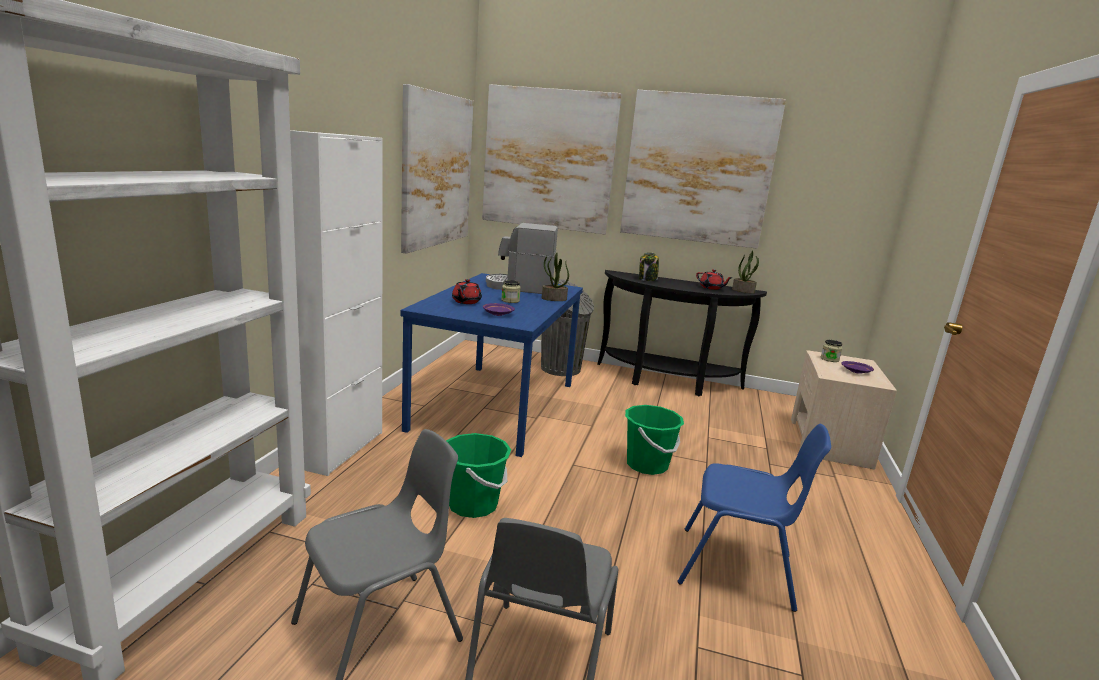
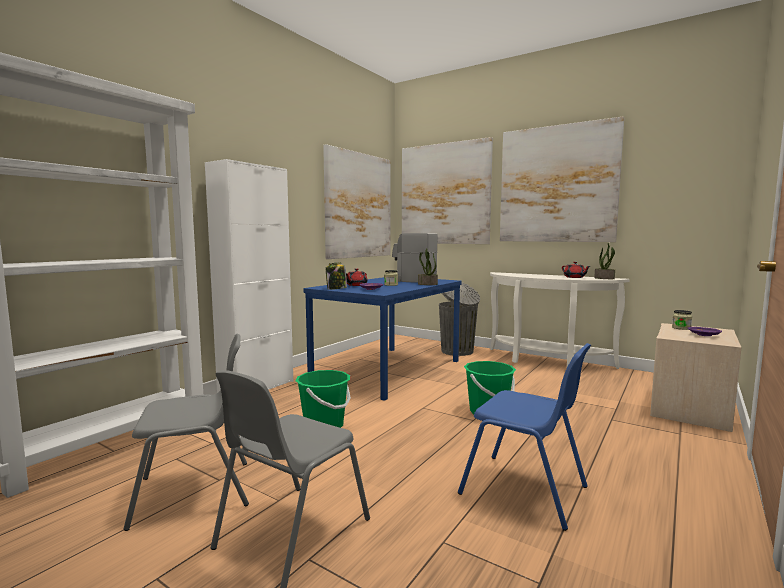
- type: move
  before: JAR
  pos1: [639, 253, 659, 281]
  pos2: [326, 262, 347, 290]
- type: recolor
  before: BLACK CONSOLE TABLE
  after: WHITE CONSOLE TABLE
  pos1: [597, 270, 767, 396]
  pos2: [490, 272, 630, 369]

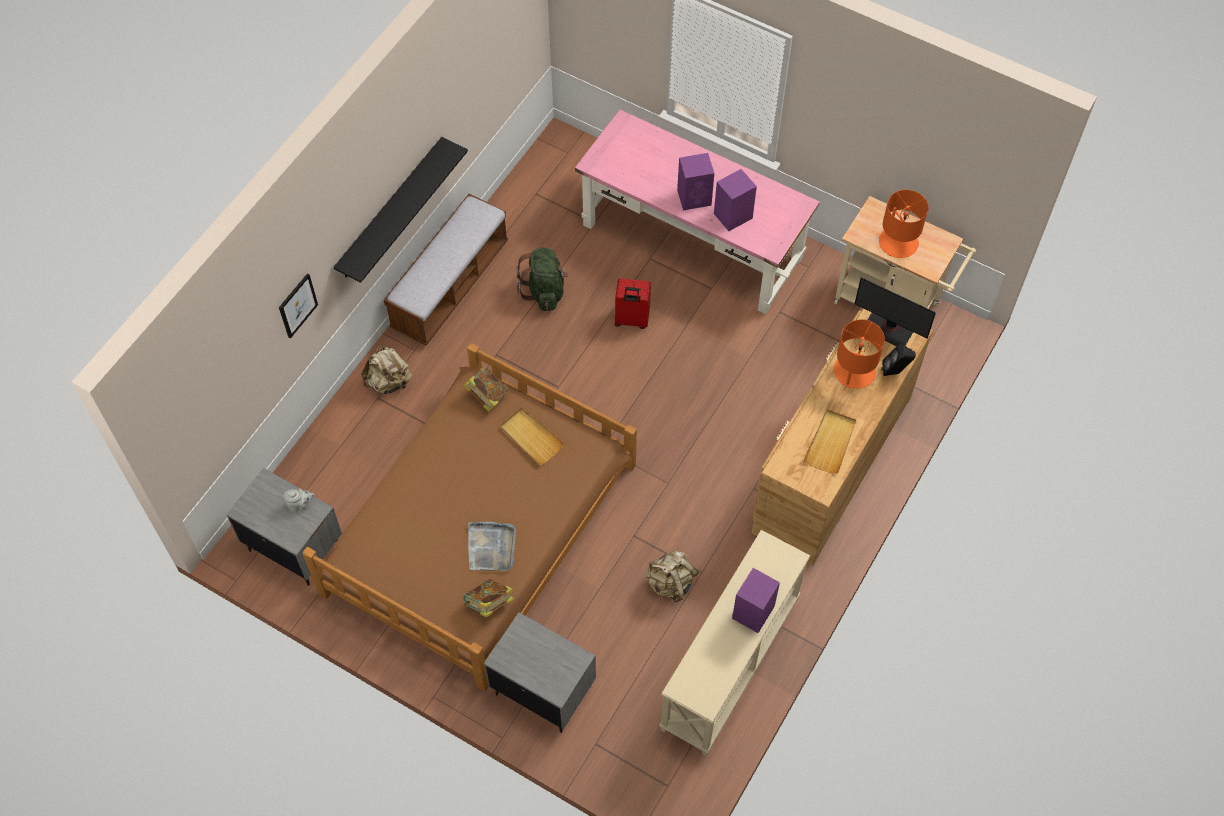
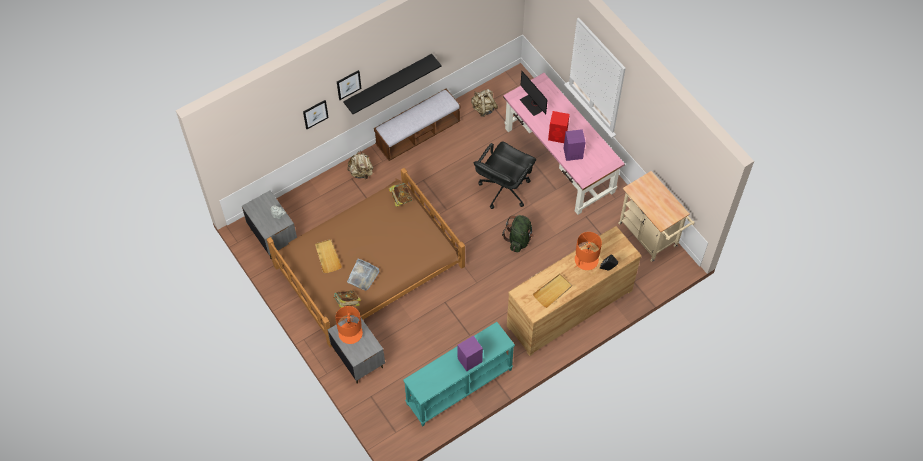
- type: insert
  after: PICTURE
  pos2: [337, 70, 361, 100]
- type: move
  before: BEIGE TRAY
  pos1: [500, 407, 565, 465]
  pos2: [315, 239, 342, 273]
- type: move
  before: GREEN BACKPACK
  pos1: [516, 248, 569, 311]
  pos2: [502, 215, 534, 252]
- type: move
  before: BEIGE BACKPACK
  pos1: [645, 551, 699, 602]
  pos2: [471, 89, 498, 117]
- type: move
  before: MONITOR
  pos1: [855, 277, 936, 346]
  pos2: [520, 71, 547, 116]
- type: move
  before: ORANGE TABLE LAMP
  pos1: [879, 190, 928, 258]
  pos2: [335, 306, 363, 344]
- type: replace
  before: RED SUITCASE
  after: BLACK OFFICE CHAIR
  pos1: [615, 278, 651, 329]
  pos2: [474, 141, 536, 209]
- type: recolor
  before: BEIGE CONSOLE TABLE
  after: TURQUOISE CONSOLE TABLE
  pos1: [659, 530, 810, 756]
  pos2: [403, 322, 515, 427]
- type: recolor
  before: PURPLE SPEAKER
  after: RED SPEAKER
  pos1: [677, 153, 714, 210]
  pos2: [548, 111, 570, 143]

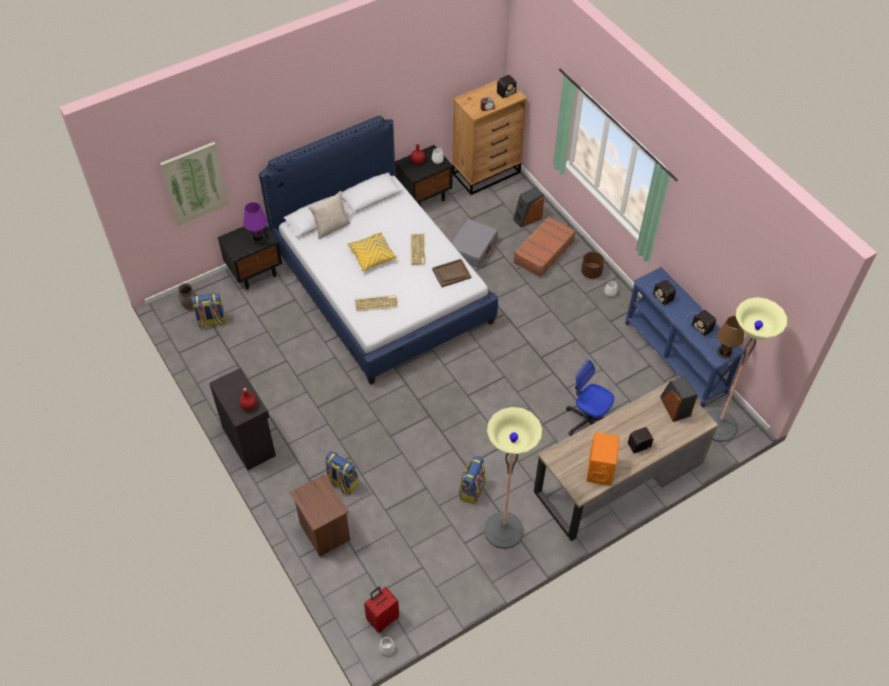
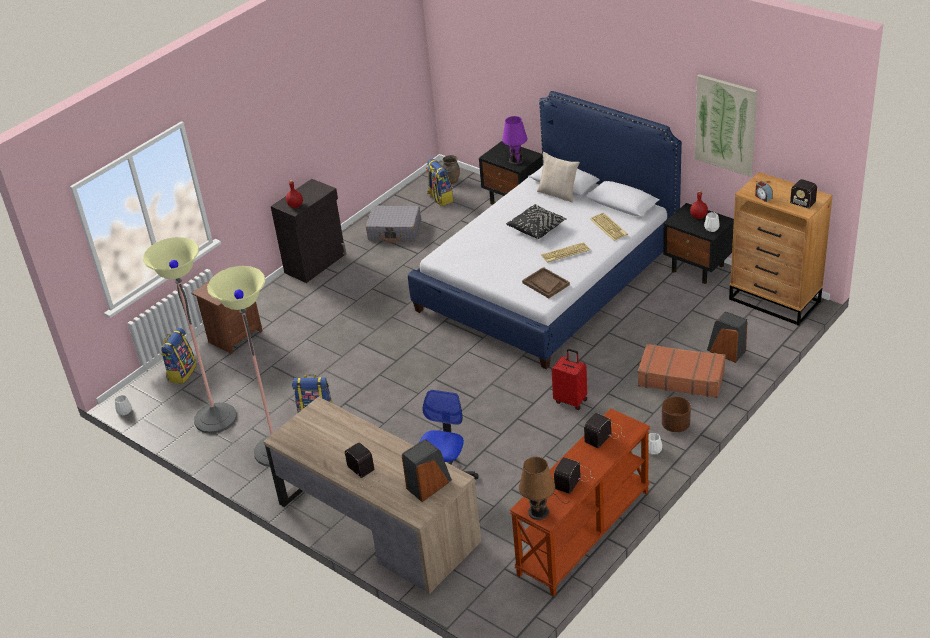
- type: delete
  before: ORANGE SPEAKER
  pos1: [587, 432, 619, 486]
- type: move
  before: PICTURE
  pos1: [160, 142, 229, 226]
  pos2: [695, 74, 757, 177]
- type: move
  before: BACKPACK
  pos1: [325, 451, 359, 495]
  pos2: [161, 328, 196, 384]
- type: move
  before: KEYBOARD
  pos1: [355, 295, 398, 312]
  pos2: [590, 212, 628, 241]
- type: move
  before: RED SUITCASE
  pos1: [364, 587, 399, 633]
  pos2: [552, 349, 587, 410]
- type: move
  before: GREY SUITCASE
  pos1: [452, 219, 498, 268]
  pos2: [366, 206, 421, 243]
- type: move
  before: FLOOR LAMP
  pos1: [707, 297, 787, 442]
  pos2: [143, 237, 237, 434]
- type: recolor
  before: YELLOW PILLOW
  after: BLACK PILLOW
  pos1: [347, 232, 397, 271]
  pos2: [506, 204, 567, 239]
- type: recolor
  before: BLUE CONSOLE TABLE
  after: BROWN CONSOLE TABLE
  pos1: [625, 267, 744, 407]
  pos2: [510, 409, 650, 596]

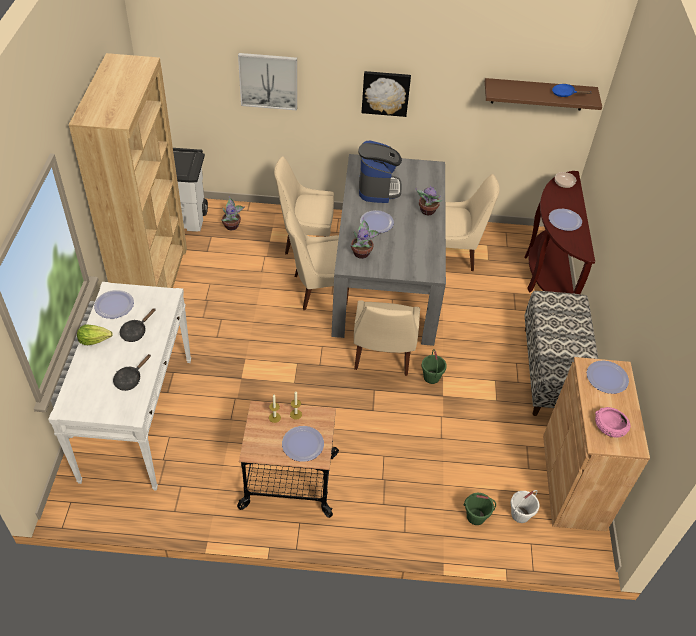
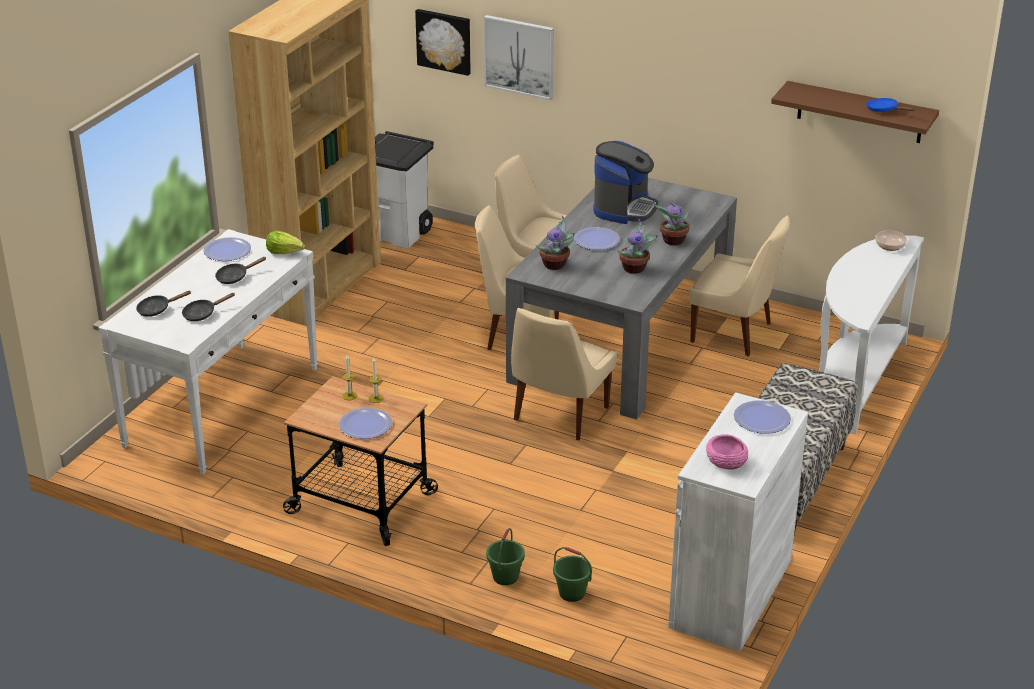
- type: delete
  before: WHITE BUCKET
  pos1: [510, 490, 540, 523]
- type: delete
  before: PLATE
  pos1: [549, 209, 582, 231]
- type: insert
  after: BLACK FRYING PAN
  pos2: [136, 291, 192, 317]
- type: move
  before: LETTUCE
  pos1: [77, 325, 113, 345]
  pos2: [266, 231, 305, 254]
- type: move
  before: POTTED PLANT
  pos1: [222, 196, 245, 230]
  pos2: [617, 219, 657, 274]
- type: move
  before: PICTURE
  pos1: [362, 71, 411, 117]
  pos2: [415, 9, 471, 76]
- type: move
  before: GREEN BUCKET
  pos1: [422, 349, 447, 384]
  pos2: [486, 528, 525, 585]
- type: recolor
  before: BROWN CONSOLE TABLE
  after: WHITE CONSOLE TABLE
  pos1: [524, 171, 595, 294]
  pos2: [819, 235, 924, 434]
- type: recolor
  before: BROWN CABINET
  after: WHITE CABINET
  pos1: [543, 357, 650, 531]
  pos2: [668, 392, 808, 652]

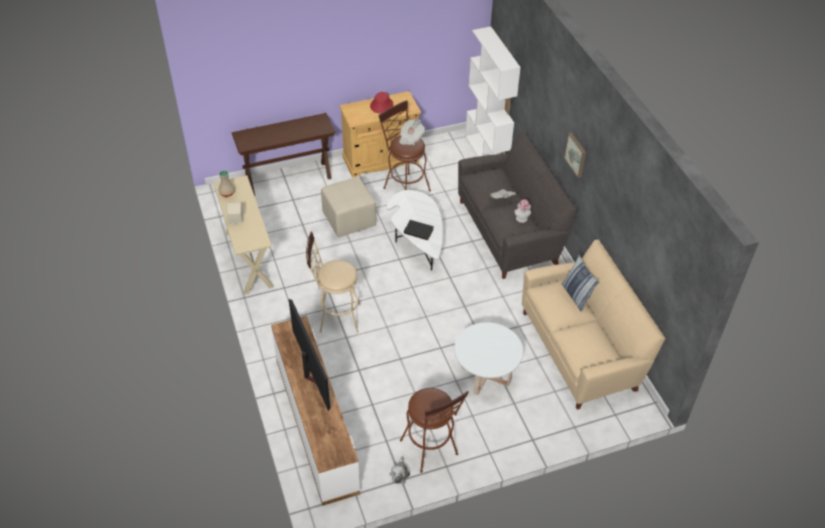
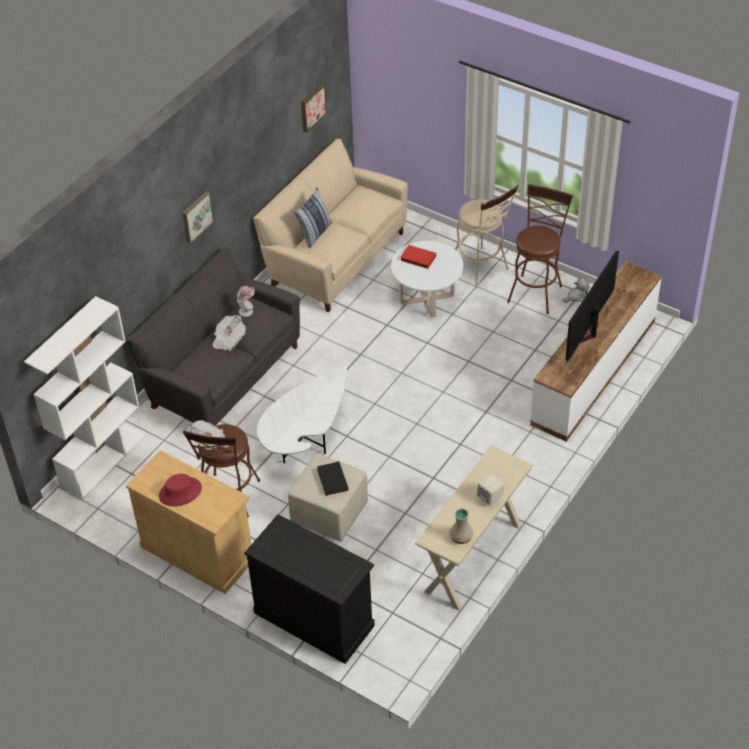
- type: insert
  after: PICTURE
  pos2: [301, 83, 327, 133]
- type: insert
  after: RED BOOK
  pos2: [400, 245, 436, 269]
- type: move
  before: BEIGE STOOL
  pos1: [306, 231, 361, 333]
  pos2: [455, 185, 519, 287]
- type: move
  before: BLACK BOOK
  pos1: [404, 220, 434, 240]
  pos2: [317, 461, 349, 496]
- type: replace
  before: BROWN CONSOLE TABLE
  after: BLACK CABINET
  pos1: [232, 113, 336, 196]
  pos2: [244, 514, 375, 664]

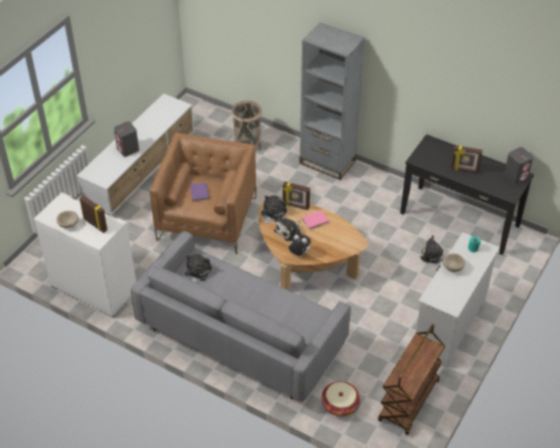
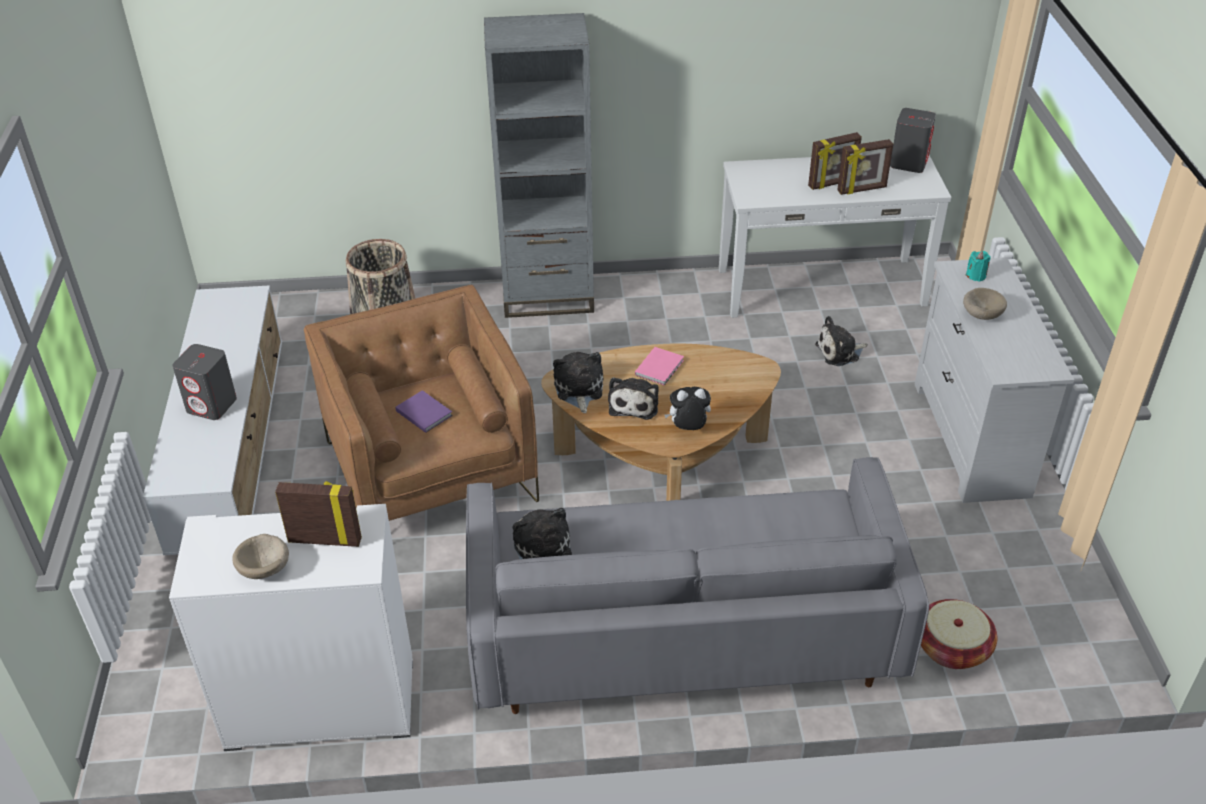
- type: delete
  before: BROWN CART
  pos1: [378, 324, 445, 435]
- type: move
  before: PICTURE FRAME
  pos1: [283, 181, 310, 210]
  pos2: [837, 139, 893, 195]
- type: recolor
  before: BLACK CONSOLE TABLE
  after: WHITE CONSOLE TABLE
  pos1: [400, 134, 534, 255]
  pos2: [719, 156, 951, 318]

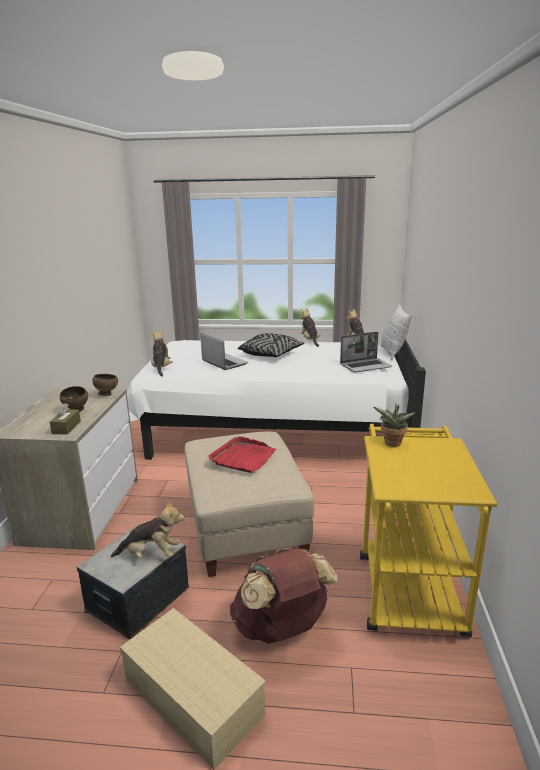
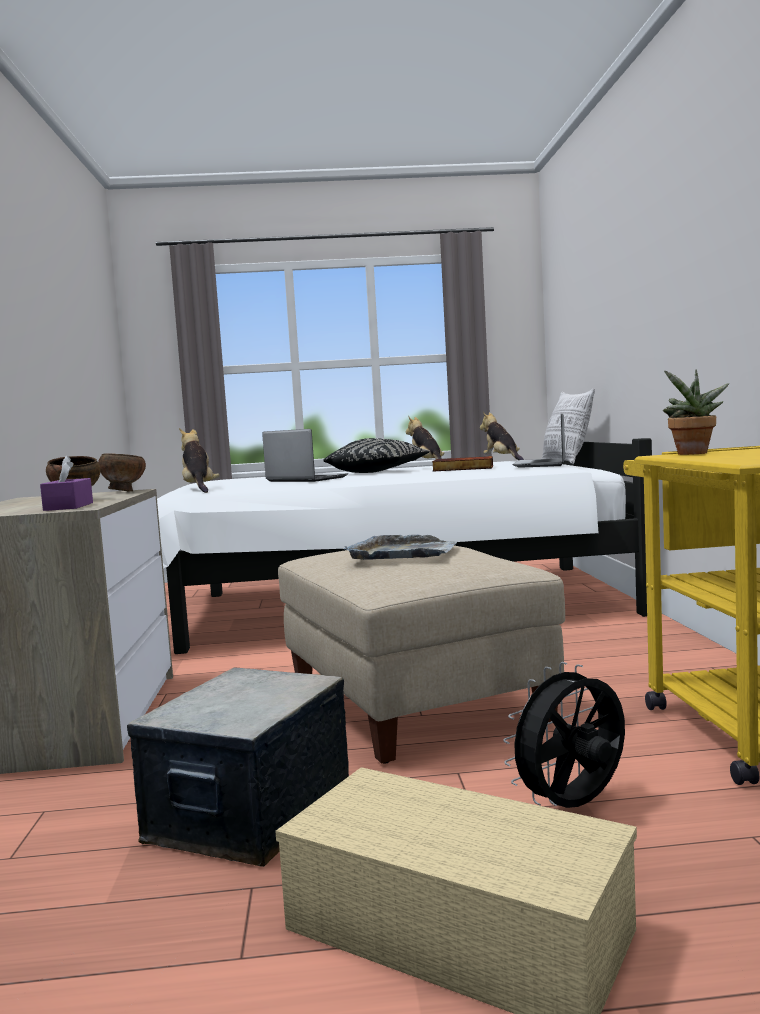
- type: delete
  before: PLUSH TOY
  pos1: [111, 500, 184, 558]
- type: insert
  after: BOOK
  pos2: [432, 456, 493, 472]
- type: replace
  before: BROWN BACKPACK
  after: BLACK FAN
  pos1: [230, 548, 338, 644]
  pos2: [503, 662, 625, 808]
- type: recolor
  before: BROWN TISSUE BOX
  after: PURPLE TISSUE BOX
  pos1: [50, 403, 81, 434]
  pos2: [40, 456, 93, 511]
- type: recolor
  before: RED TRAY
  after: GREY TRAY
  pos1: [208, 436, 276, 473]
  pos2: [344, 534, 457, 560]
- type: rotate
  before: LAPTOP
  pos1: [340, 332, 392, 373]
  pos2: [513, 414, 565, 468]
  turn: 135

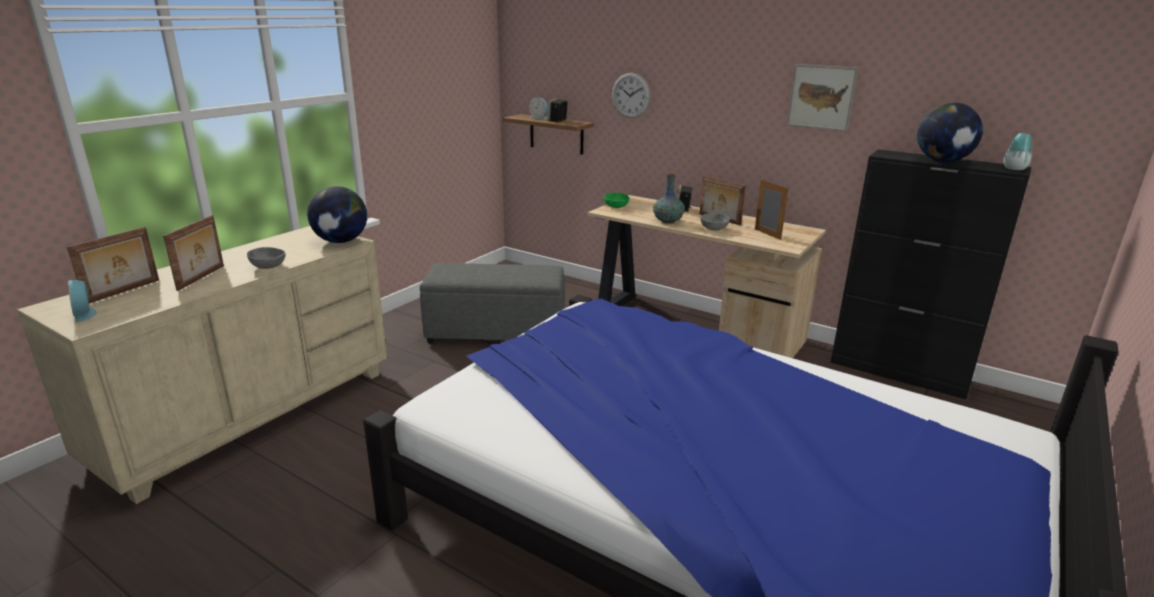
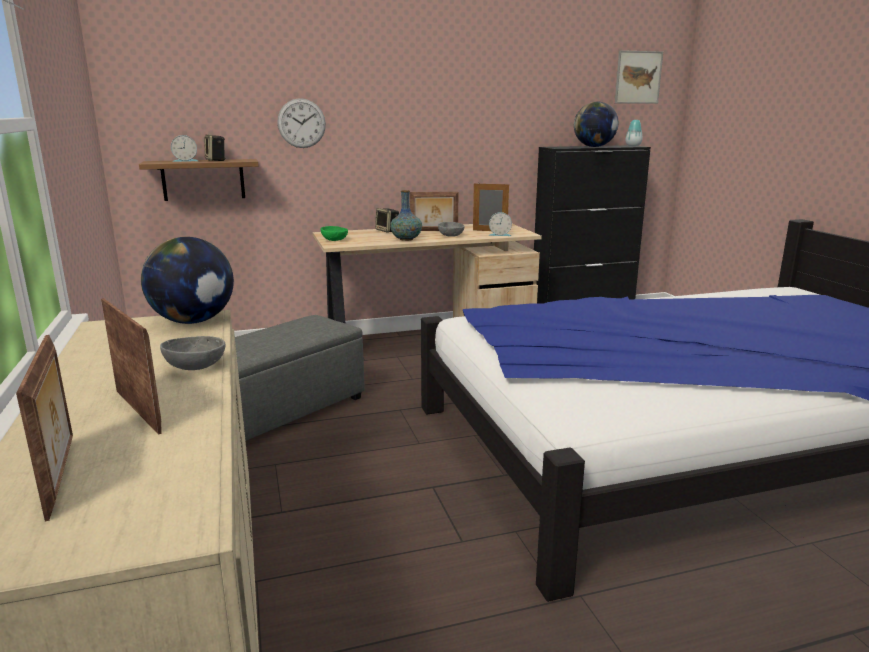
- type: move
  before: ALARM CLOCK
  pos1: [68, 280, 97, 322]
  pos2: [488, 212, 512, 236]
- type: move
  before: PICTURE
  pos1: [787, 64, 858, 131]
  pos2: [615, 50, 663, 103]

